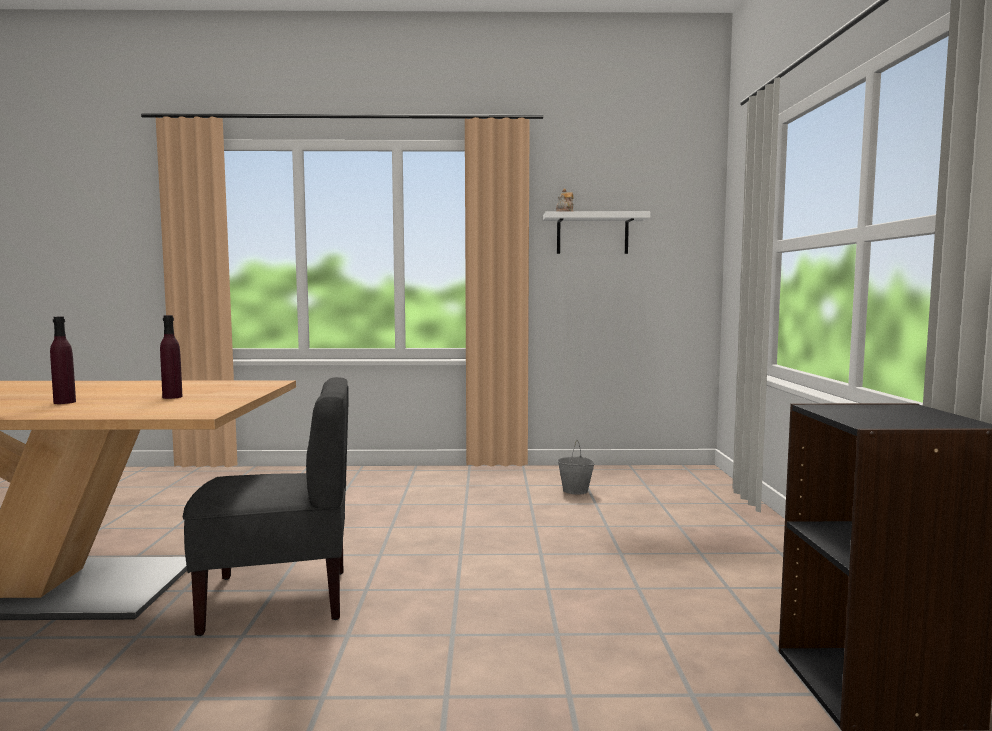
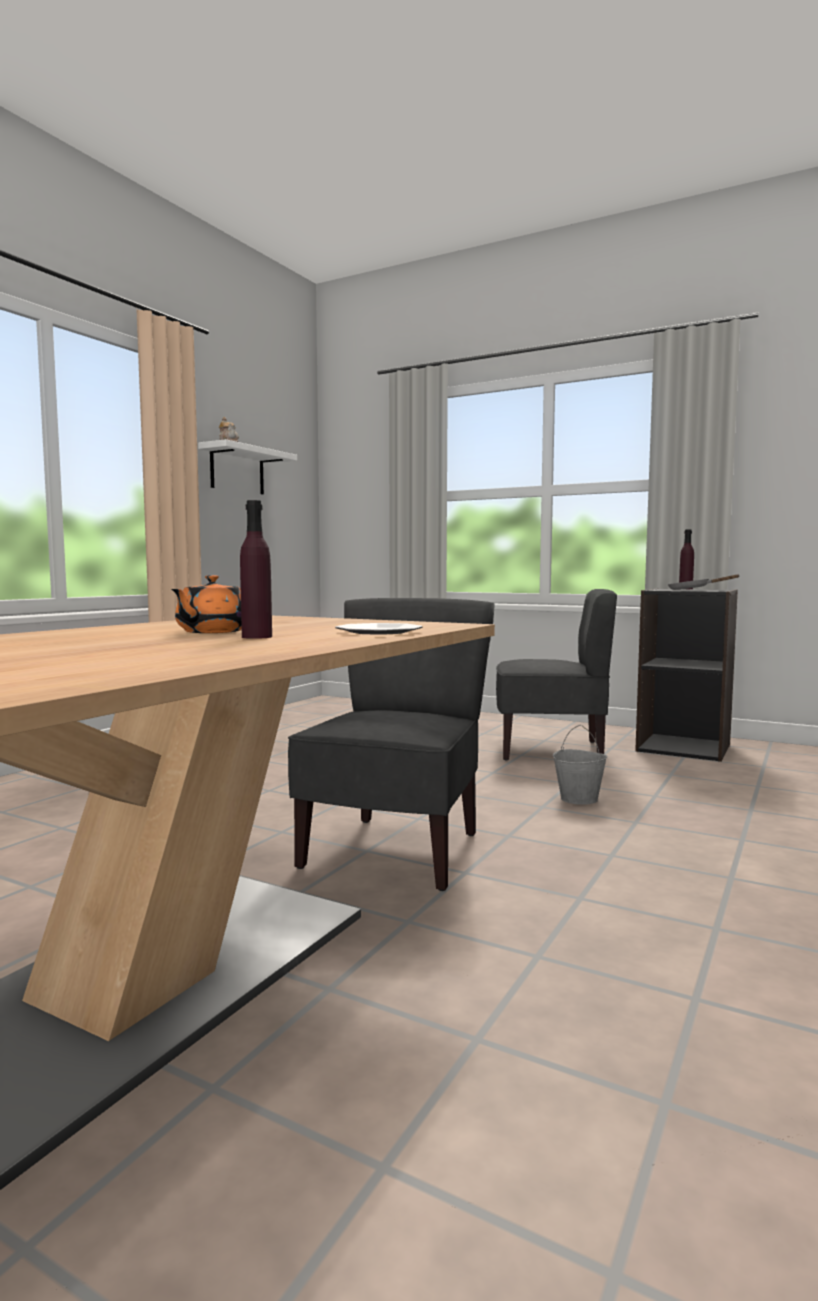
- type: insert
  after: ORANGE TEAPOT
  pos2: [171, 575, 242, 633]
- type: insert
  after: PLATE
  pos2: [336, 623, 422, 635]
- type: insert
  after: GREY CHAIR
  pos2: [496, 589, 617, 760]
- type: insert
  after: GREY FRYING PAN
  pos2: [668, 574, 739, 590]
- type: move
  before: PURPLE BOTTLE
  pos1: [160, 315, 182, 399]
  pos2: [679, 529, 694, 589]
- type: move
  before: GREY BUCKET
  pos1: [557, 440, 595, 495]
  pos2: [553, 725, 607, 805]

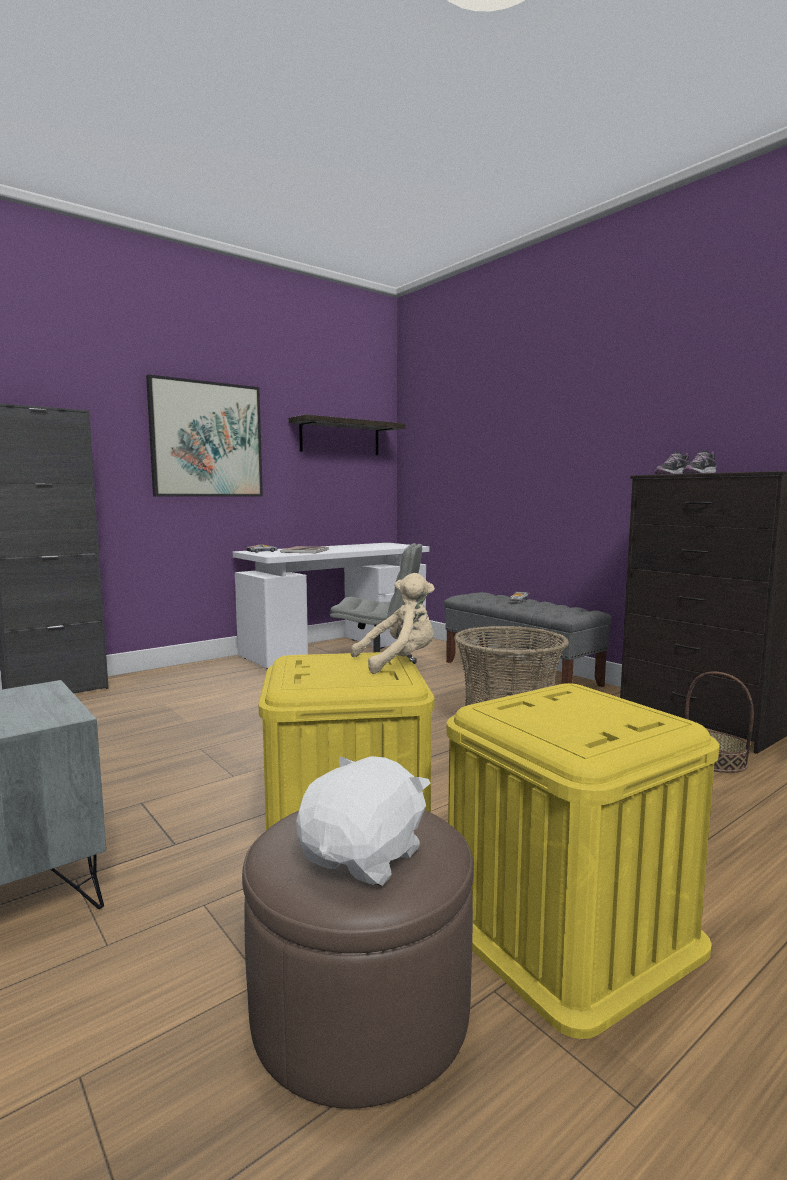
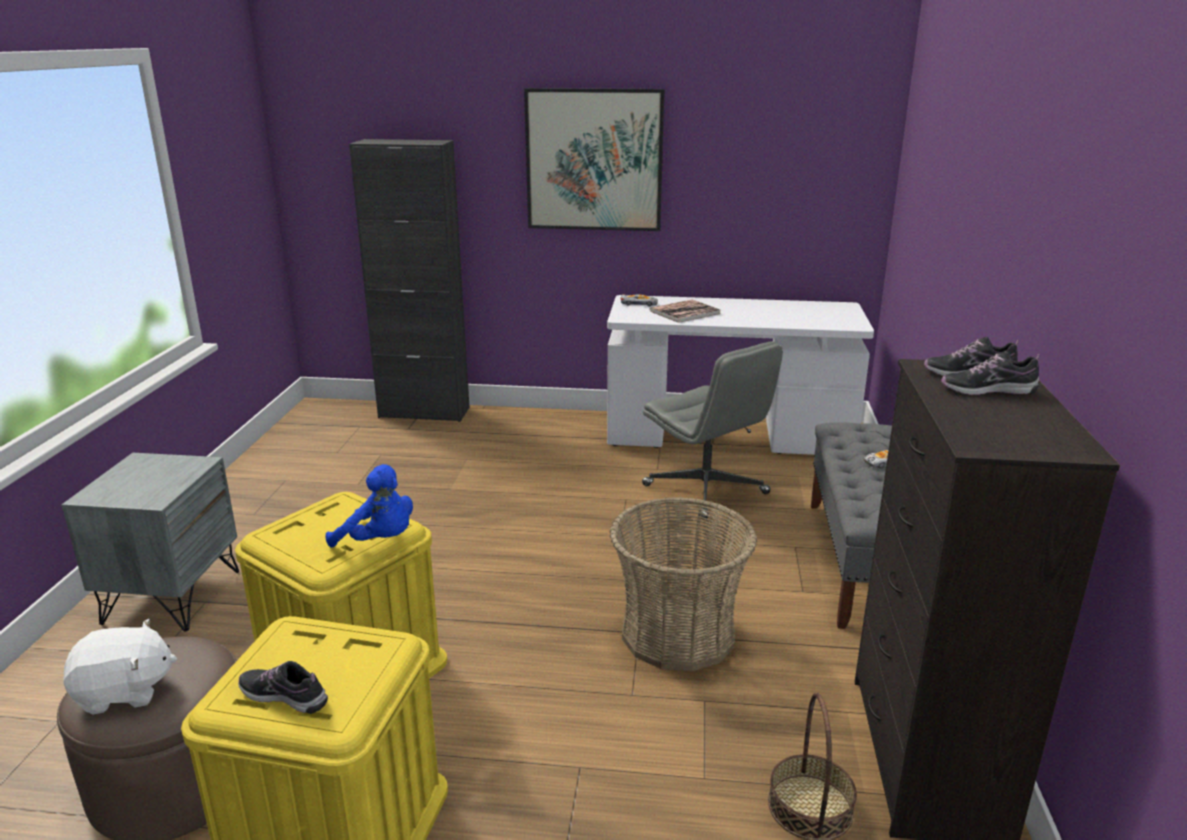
- type: delete
  before: SHELF
  pos1: [289, 414, 405, 455]
- type: insert
  after: SHOE
  pos2: [238, 661, 328, 714]
- type: recolor
  before: BEIGE PLUSH TOY
  after: BLUE PLUSH TOY
  pos1: [351, 573, 435, 674]
  pos2: [326, 464, 413, 547]

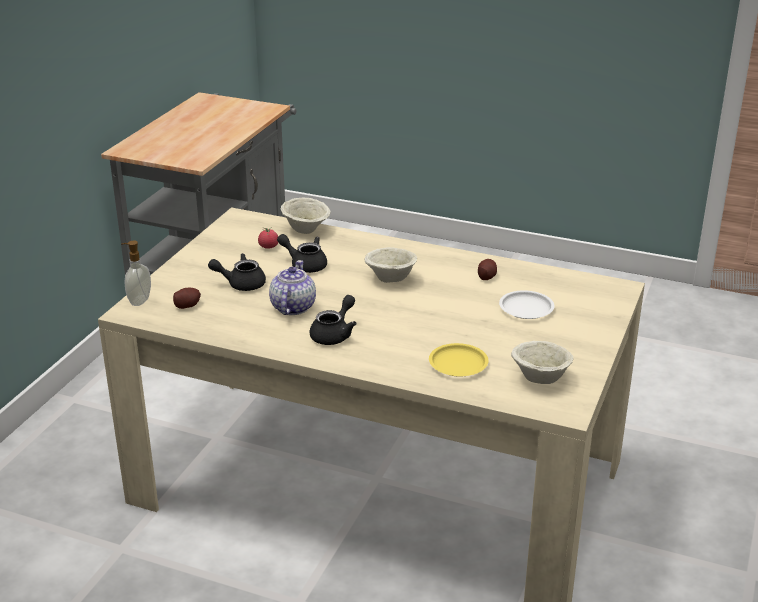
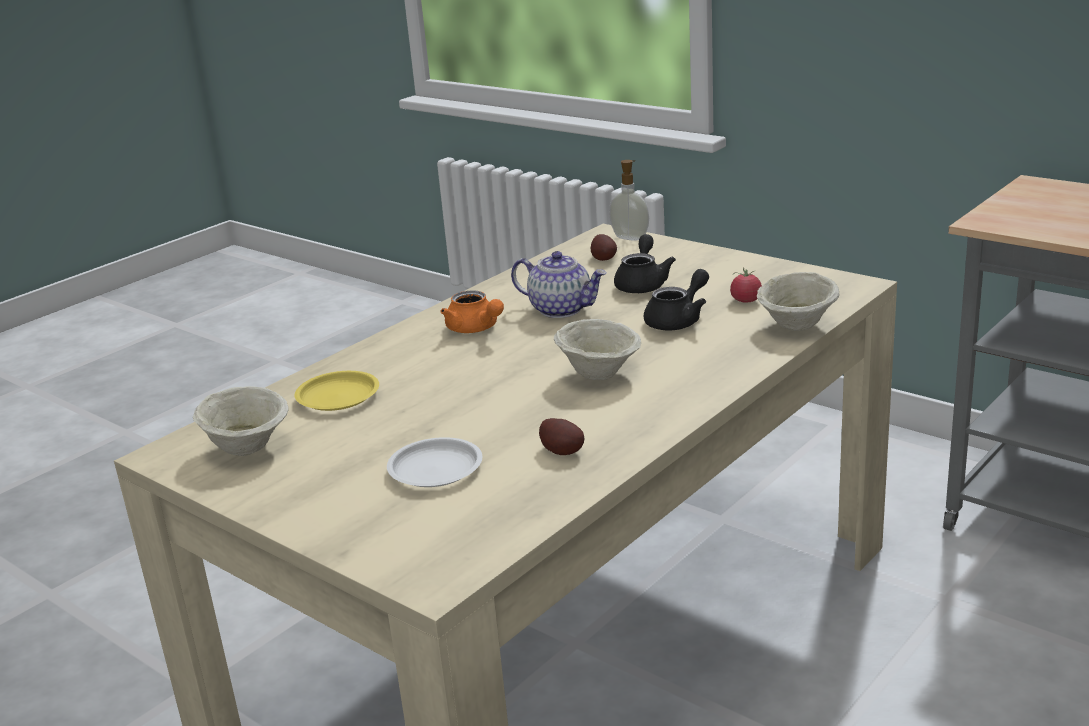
- type: recolor
  before: BLACK TEAPOT
  after: ORANGE TEAPOT
  pos1: [310, 295, 357, 345]
  pos2: [440, 290, 504, 333]

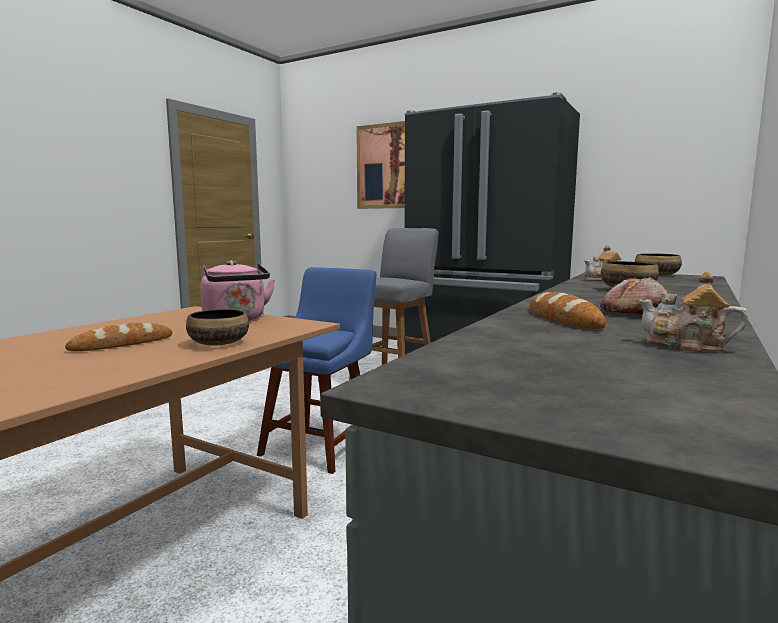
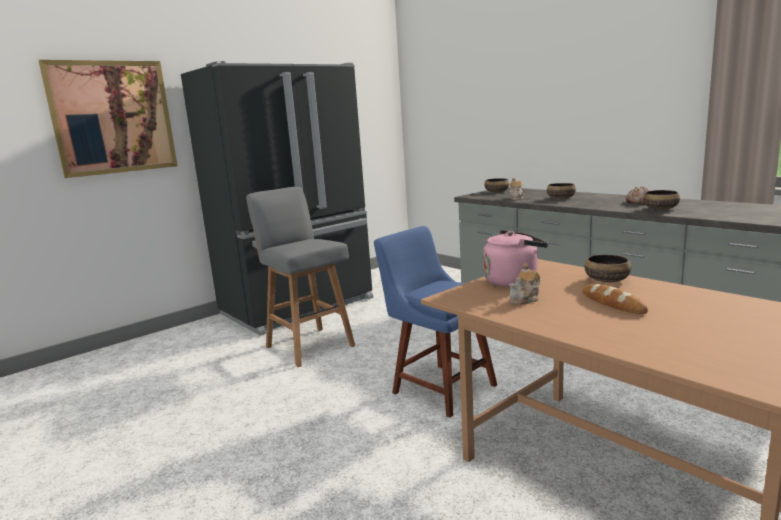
- type: move
  before: TEAPOT
  pos1: [638, 272, 749, 352]
  pos2: [509, 263, 540, 304]
- type: replace
  before: BREAD
  after: BOWL
  pos1: [529, 292, 606, 329]
  pos2: [643, 190, 680, 210]

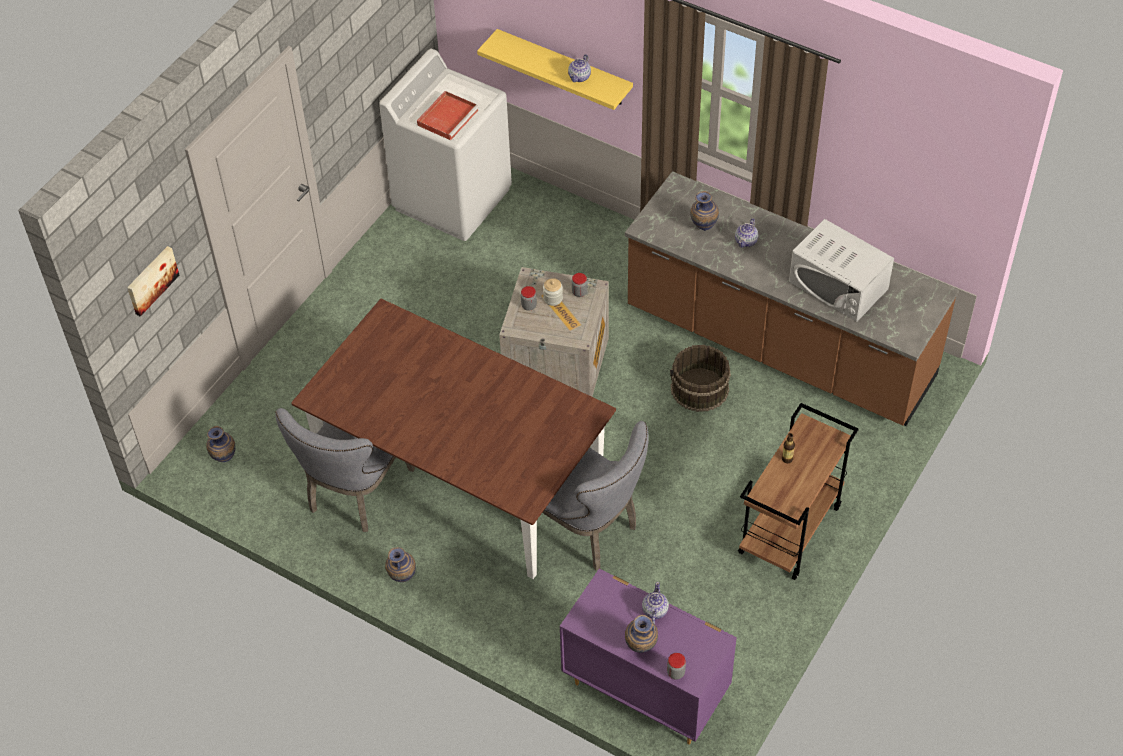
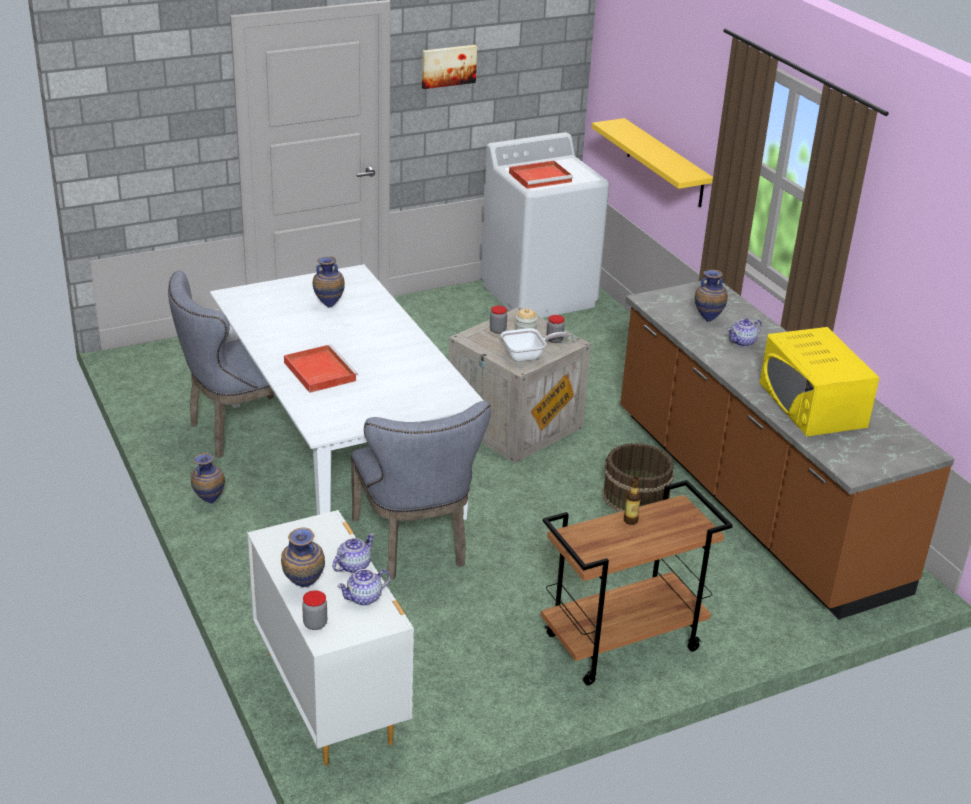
- type: insert
  after: RED TRAY
  pos2: [284, 344, 358, 393]
- type: insert
  after: FRYING PAN
  pos2: [501, 328, 570, 362]
- type: move
  before: PICTURE
  pos1: [127, 246, 180, 316]
  pos2: [422, 45, 477, 89]
- type: move
  before: VASE
  pos1: [206, 426, 235, 462]
  pos2: [313, 256, 345, 308]
- type: move
  before: TEAPOT
  pos1: [568, 54, 591, 82]
  pos2: [337, 569, 391, 605]
- type: recolor
  before: BROWN DINING TABLE
  after: WHITE DINING TABLE
  pos1: [291, 299, 616, 579]
  pos2: [210, 264, 484, 520]
- type: recolor
  before: PURPLE DRESSER
  after: WHITE DRESSER
  pos1: [560, 568, 737, 745]
  pos2: [247, 510, 414, 766]
- type: recolor
  before: WHITE MICROWAVE
  after: YELLOW MICROWAVE
  pos1: [789, 219, 894, 322]
  pos2: [760, 327, 879, 436]

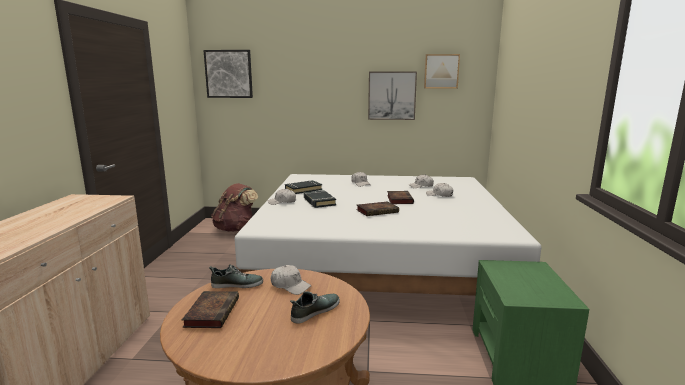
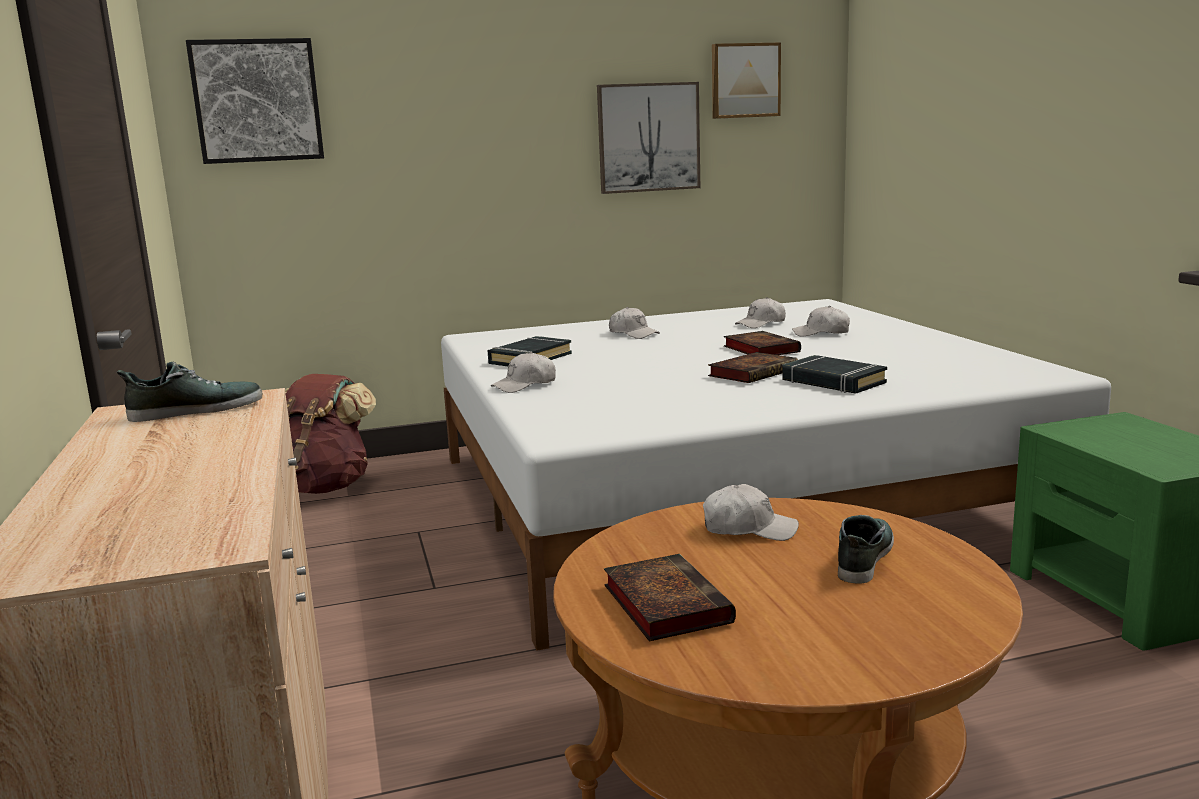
- type: move
  before: SHOE
  pos1: [209, 264, 263, 288]
  pos2: [117, 362, 262, 422]
- type: move
  before: BLACK BOOK
  pos1: [304, 190, 336, 208]
  pos2: [782, 355, 887, 394]

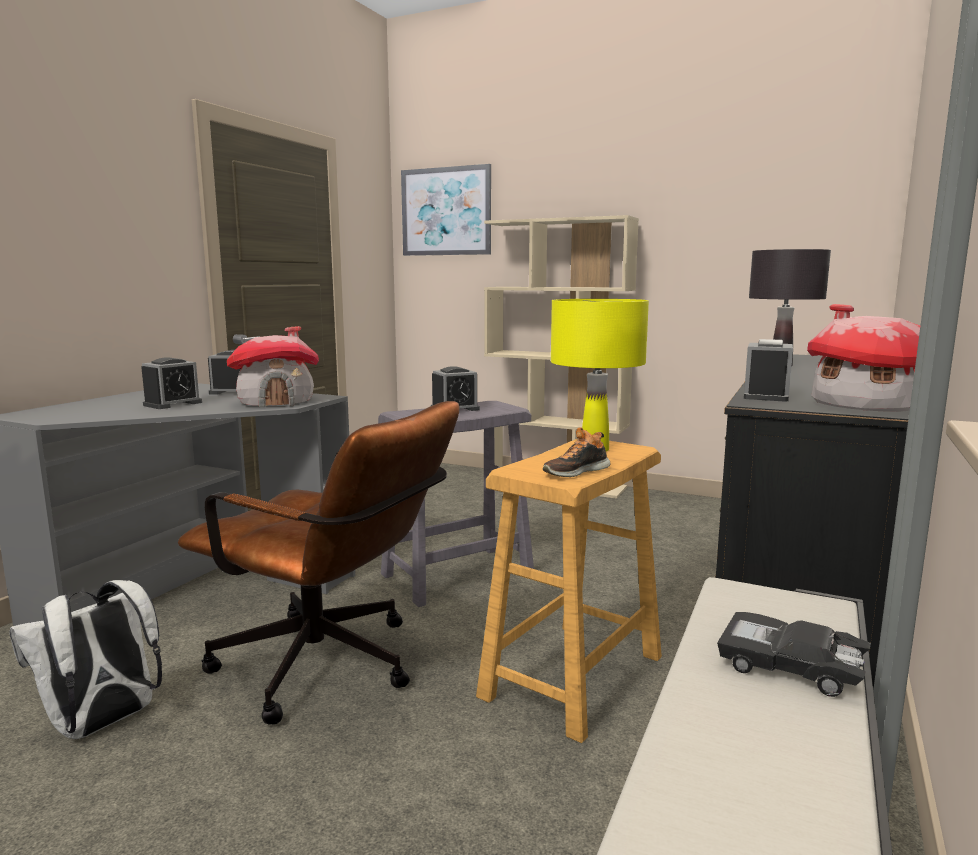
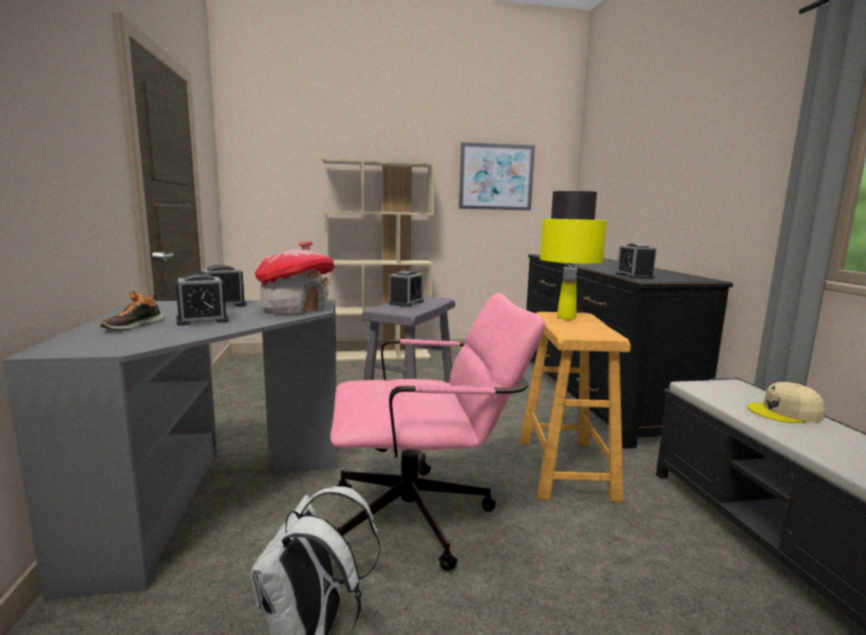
- type: delete
  before: TOY HOUSE
  pos1: [807, 304, 920, 412]
- type: move
  before: PICTURE
  pos1: [401, 164, 491, 256]
  pos2: [459, 142, 535, 211]
- type: move
  before: SHOE
  pos1: [543, 427, 610, 477]
  pos2: [100, 291, 164, 330]
- type: replace
  before: BLACK TOY CAR
  after: BEIGE CAP
  pos1: [717, 612, 871, 697]
  pos2: [747, 382, 825, 423]
- type: recolor
  before: BROWN OFFICE CHAIR
  after: PINK OFFICE CHAIR
  pos1: [178, 401, 459, 725]
  pos2: [330, 293, 545, 571]
- type: rotate
  before: ALARM CLOCK
  pos1: [141, 357, 202, 409]
  pos2: [175, 274, 229, 326]
  turn: 60

